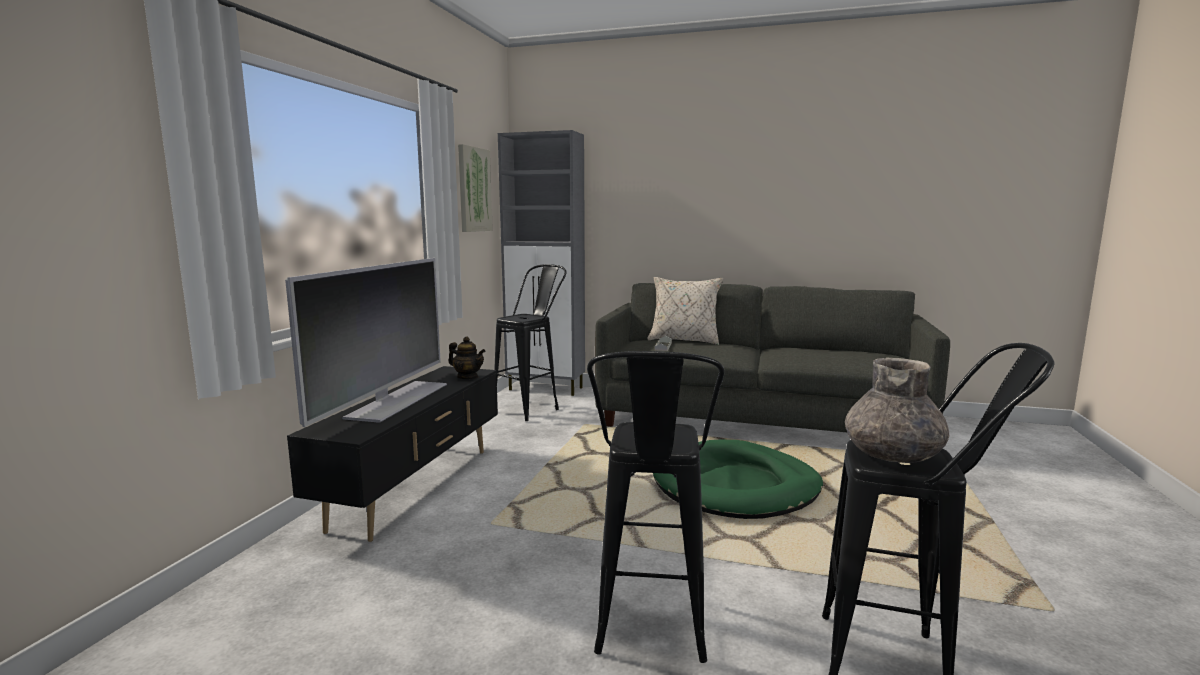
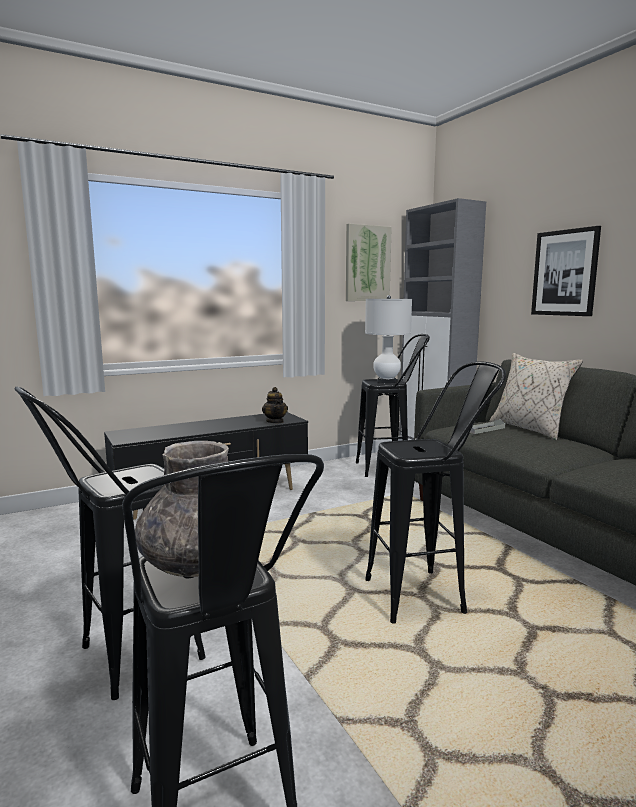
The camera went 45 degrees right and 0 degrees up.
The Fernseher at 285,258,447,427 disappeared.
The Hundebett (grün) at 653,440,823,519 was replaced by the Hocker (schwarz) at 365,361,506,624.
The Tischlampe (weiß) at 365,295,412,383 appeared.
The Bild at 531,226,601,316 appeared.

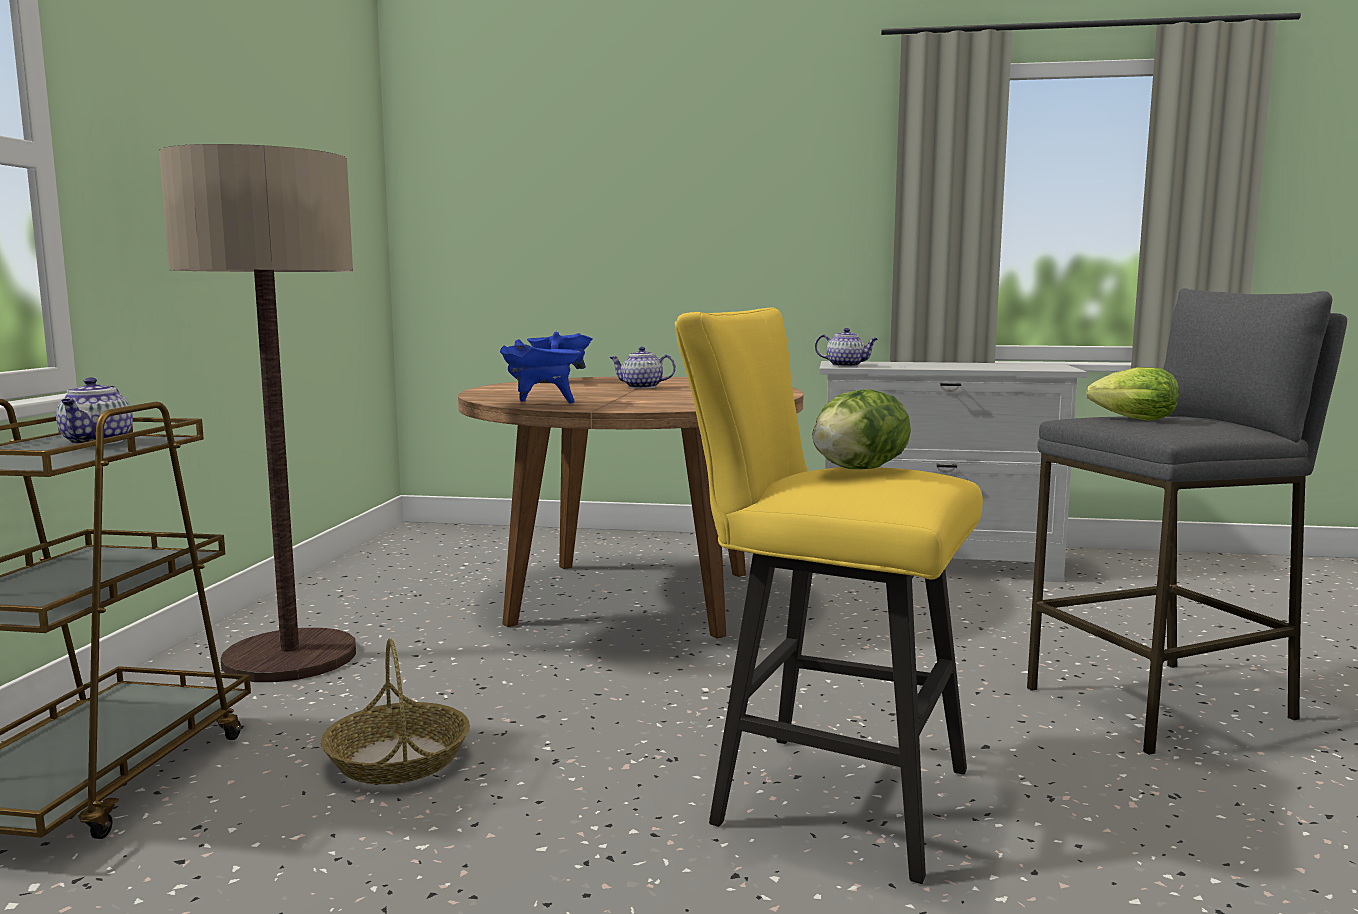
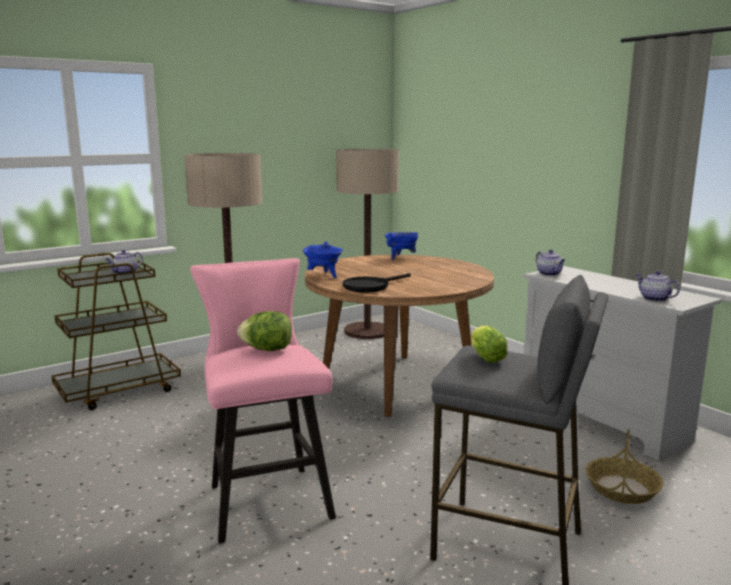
The camera went 45 degrees right and 5 degrees up.
The Korb moved from 321,638,470,784 to 586,429,664,504.
The Teekanne moved from 609,347,676,389 to 636,271,680,302.
The Hocker (gelb) at 675,307,983,884 became the Hocker (rosa) at 190,258,336,544.
The Stehlampe at 336,149,399,339 appeared.
The Pfanne (schwarz) at 343,273,411,293 appeared.

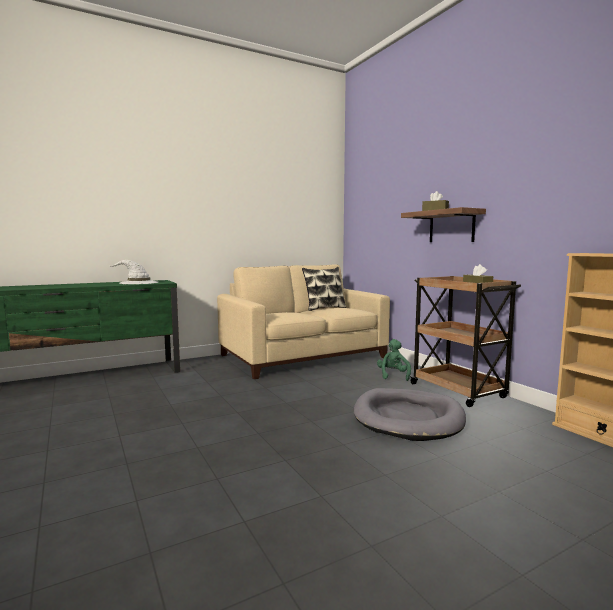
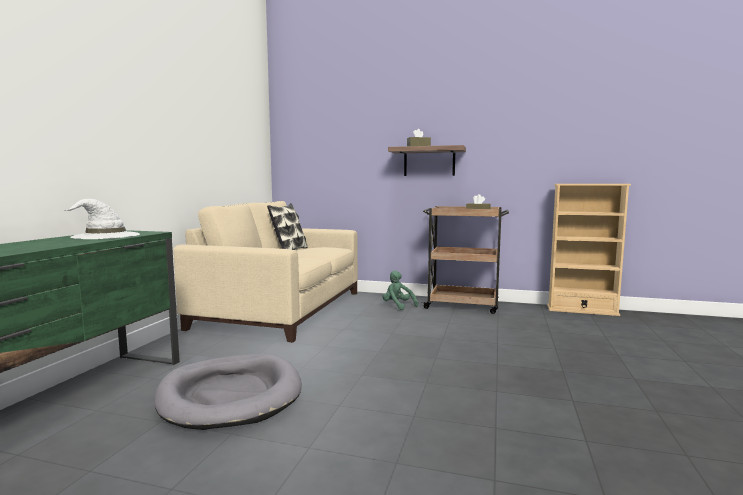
The camera went 45 degrees left and 0 degrees up.
The Hundebett (grau) moved from 354,388,466,441 to 154,354,302,430.

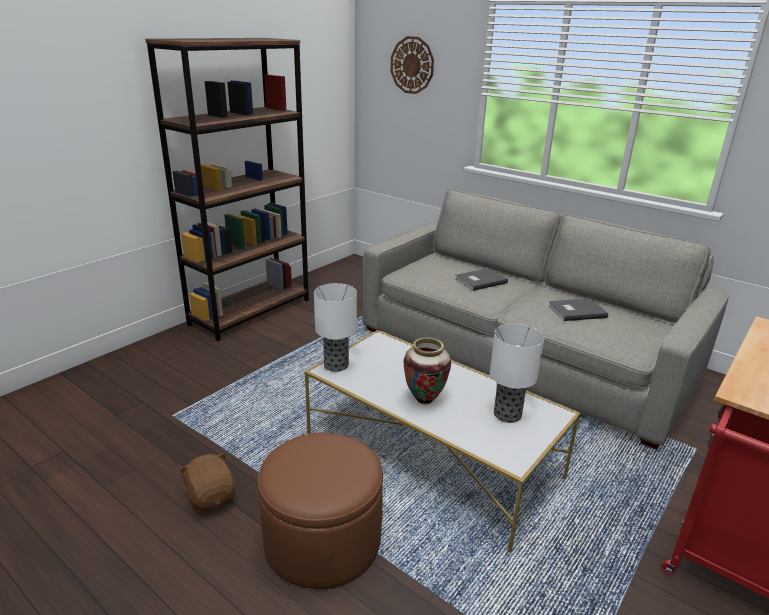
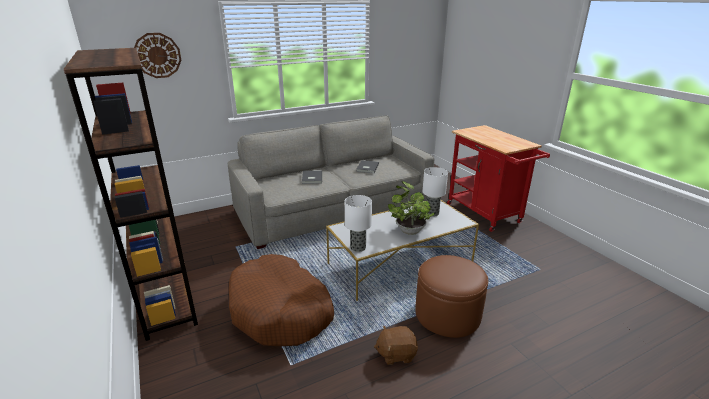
The camera went 65 degrees left and 0 degrees up.
The Vase at 403,337,451,405 was replaced by the Topfpflanze at 388,181,435,235.
The Hundebett (braun) at 229,254,334,346 appeared.

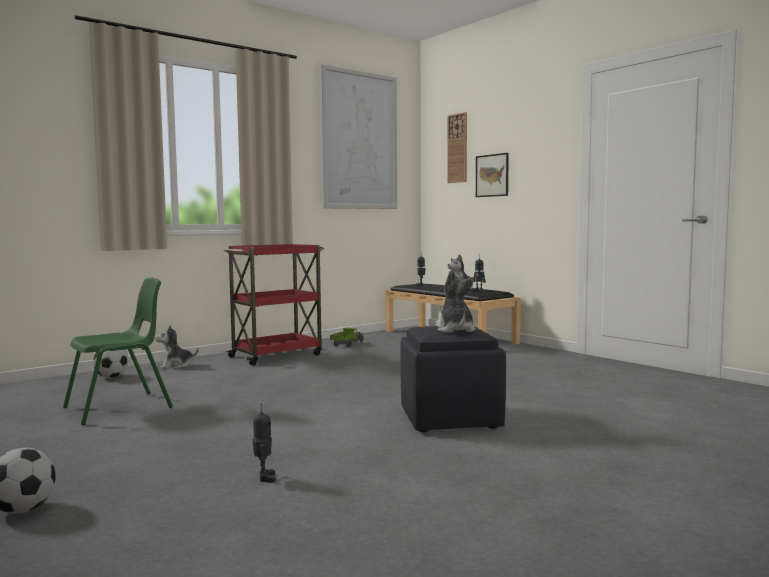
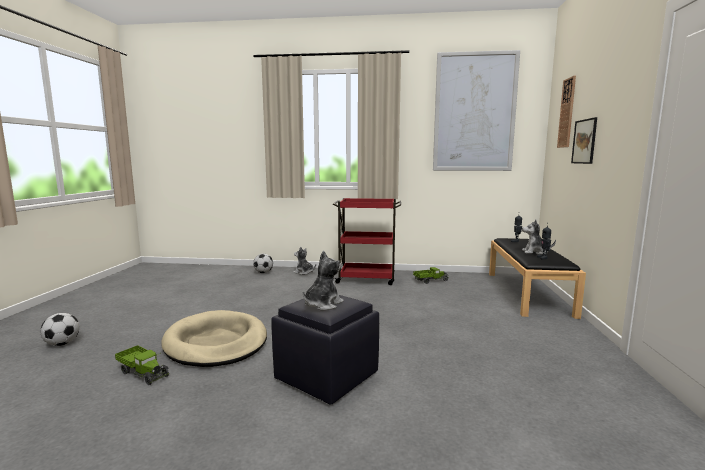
The camera went 45 degrees right and 5 degrees up.
The Stuhl (grün) at 63,278,173,425 disappeared.
The Spielzeugroboter at 252,404,276,483 was replaced by the Spielzeuglaster at 115,345,169,385.
The Hundebett (beige) at 161,310,267,367 appeared.

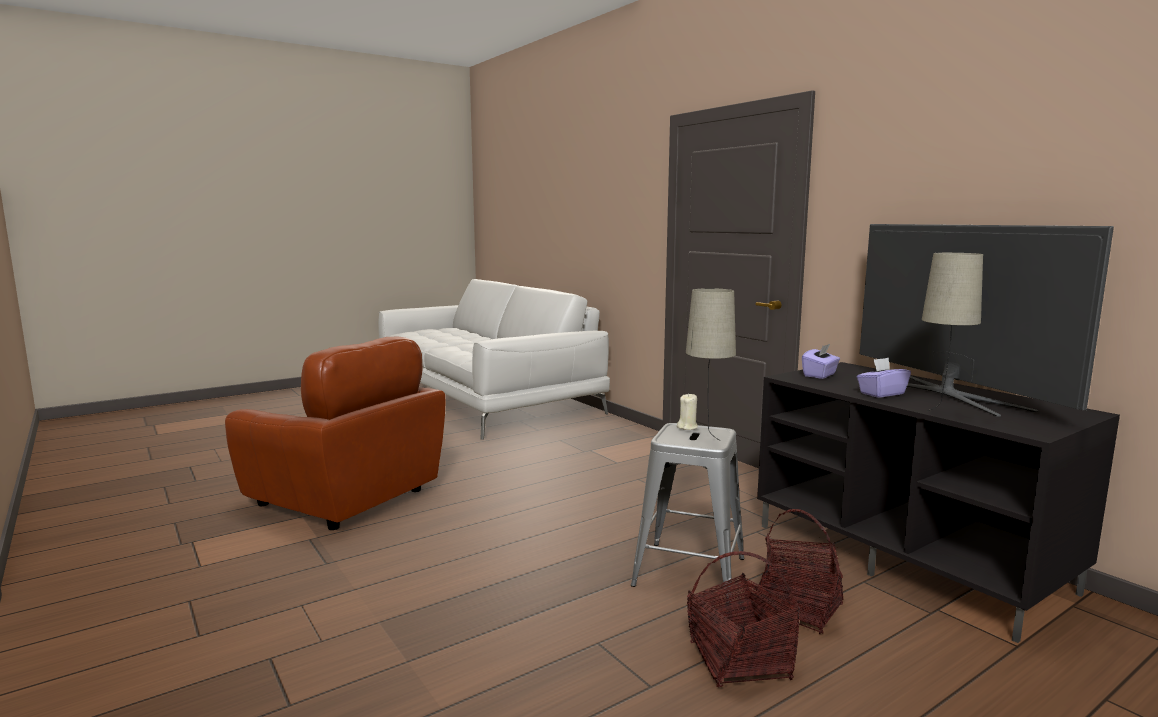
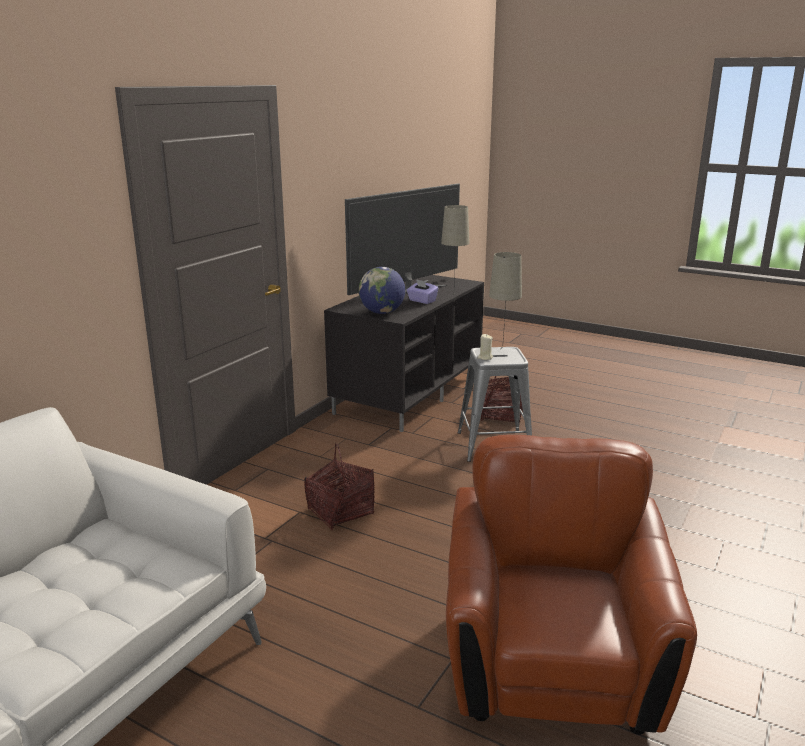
The camera went 115 degrees left and 10 degrees up.
The Korb moved from 687,551,800,688 to 304,443,375,530.
The Taschentuchbox (lila) at 802,344,840,379 was replaced by the Globus at 359,267,405,314.

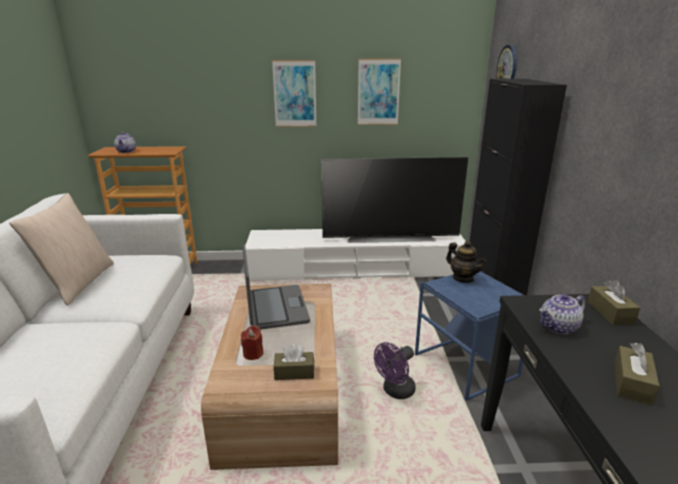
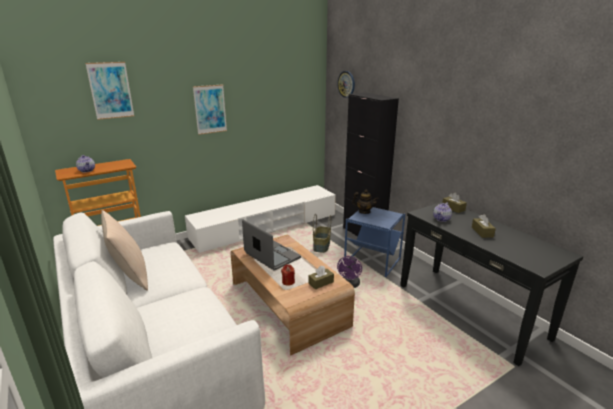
The camera went 30 degrees left and 0 degrees up.
The Fernseher at 321,157,468,243 disappeared.
The Bild moved from 358,58,401,125 to 85,62,134,120.
The Korb at 313,215,331,253 appeared.

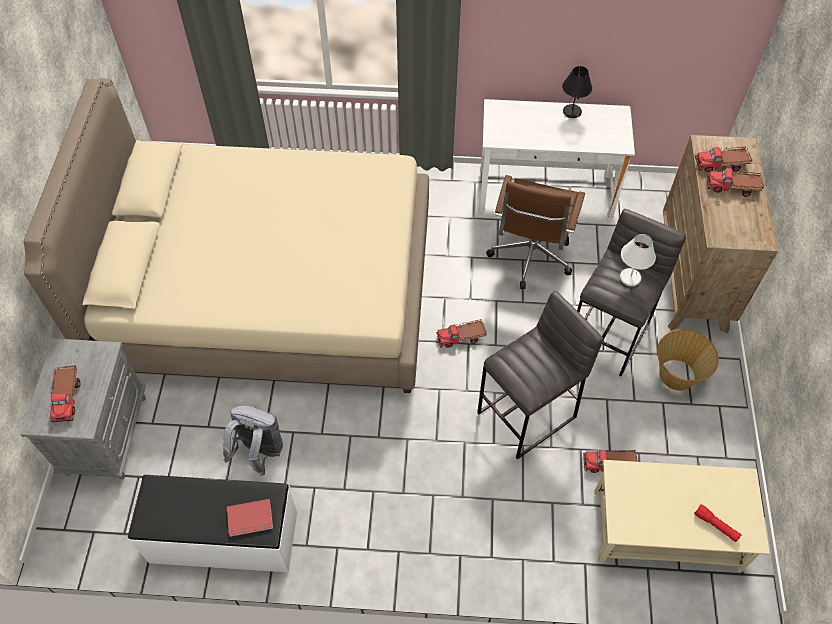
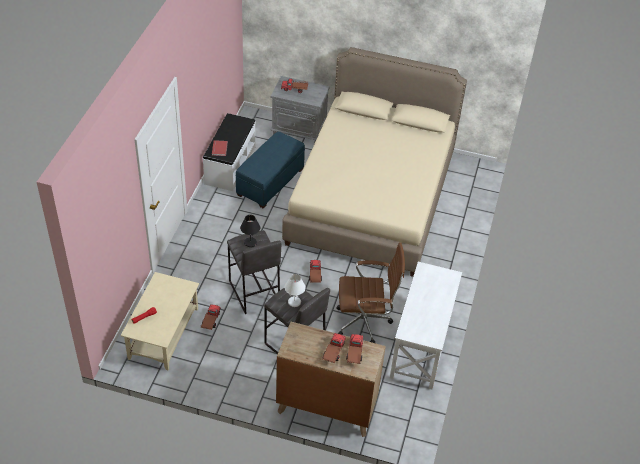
The camera went 100 degrees right and 10 degrees down.
The Rucksack (grau) at 223,406,283,476 was replaced by the Polsterhocker (blau) at 236,132,305,209.
The Bürostuhl (braun) at 486,175,585,289 turned 150 degrees clockwise.
The Tischlampe (schwarz) moved from 562,66,592,118 to 240,215,260,247.
The Korb at 657,329,719,391 disappeared.

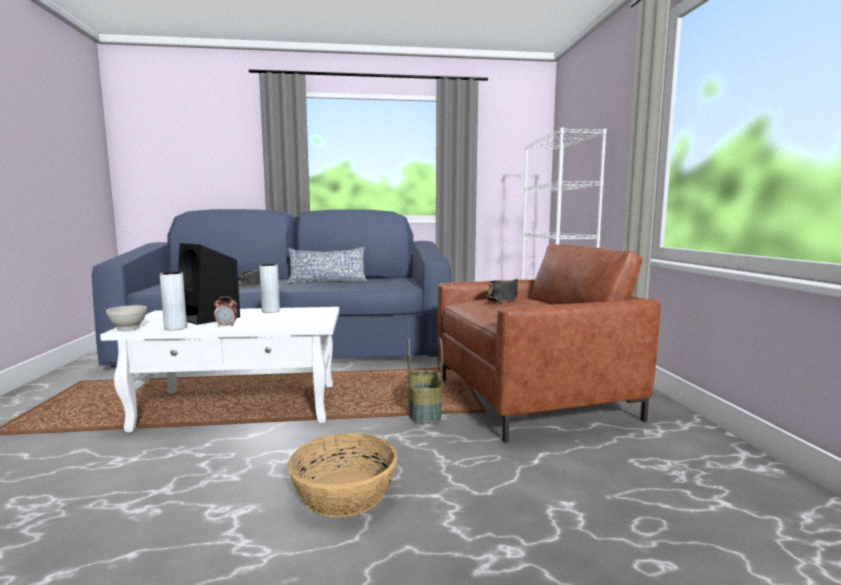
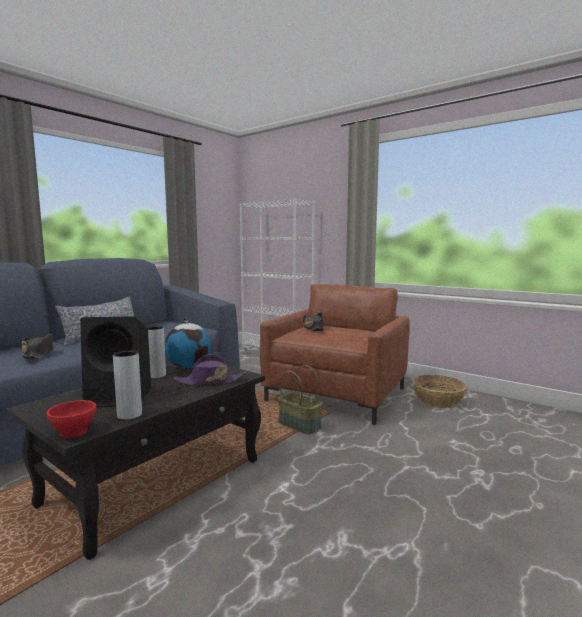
The camera went 45 degrees left and 0 degrees up.
The Couchtisch (weiß) at 100,307,339,432 became the Couchtisch (schwarz) at 7,364,265,560.
The Schüssel (weiß) at 106,305,147,331 became the Schüssel (rot) at 46,400,96,438.
The Wecker at 214,296,238,327 disappeared.
The Korb moved from 288,433,398,517 to 412,375,467,408.
The Globus at 165,317,211,368 appeared.
The Hut (lila) at 173,354,246,385 appeared.

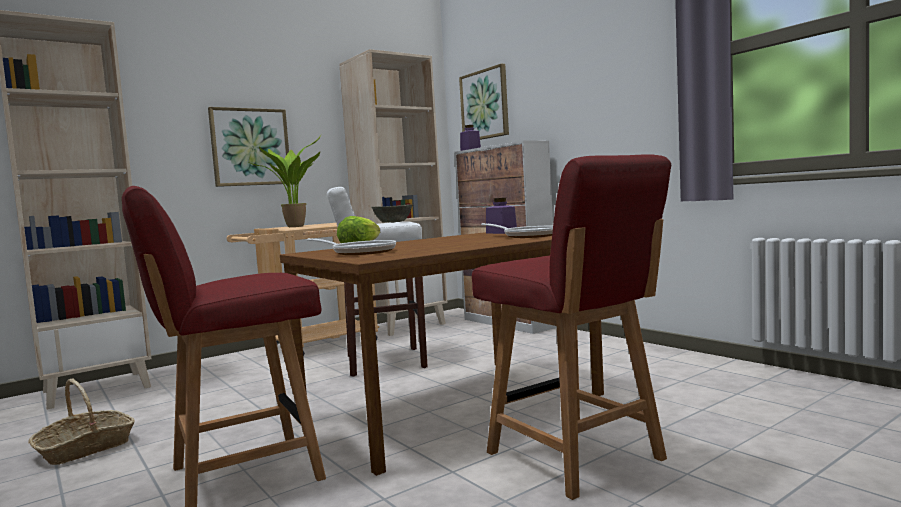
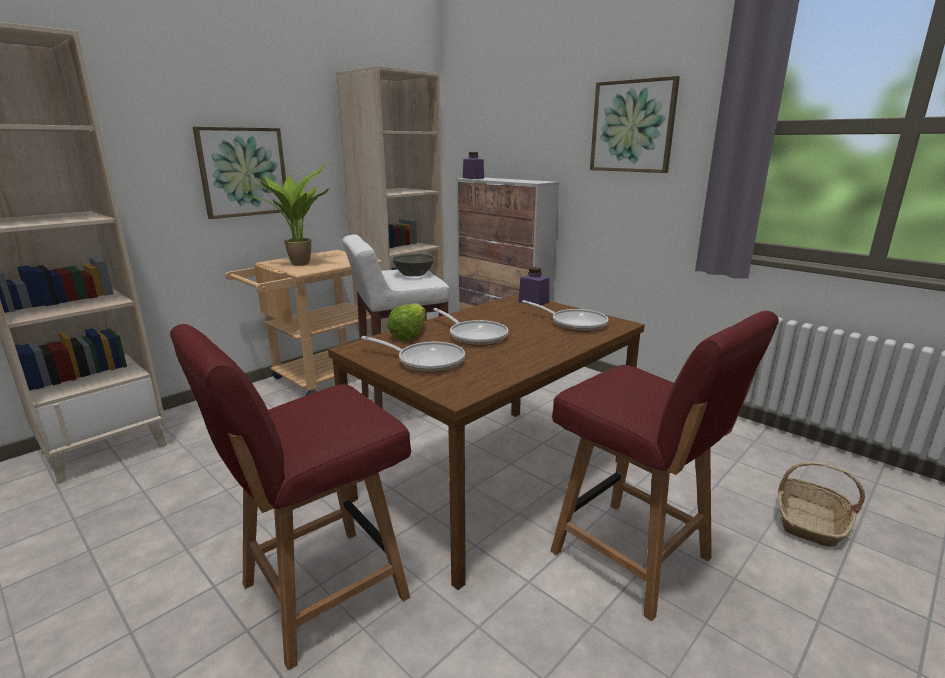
The camera went 10 degrees left and 15 degrees up.
The Korb moved from 28,378,135,465 to 778,461,865,547.
The Bild moved from 459,64,509,140 to 590,76,680,173.
The Pfanne at 433,308,509,346 appeared.

